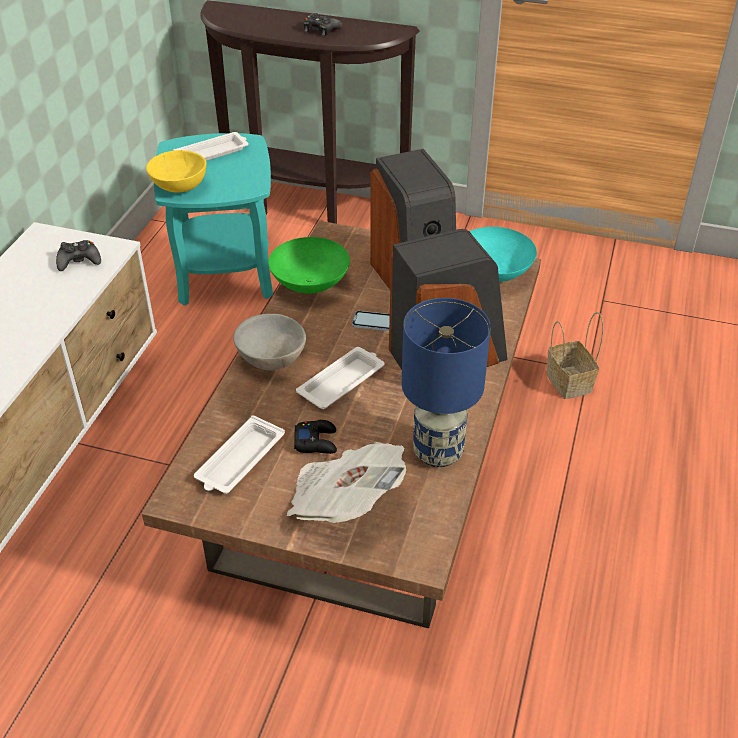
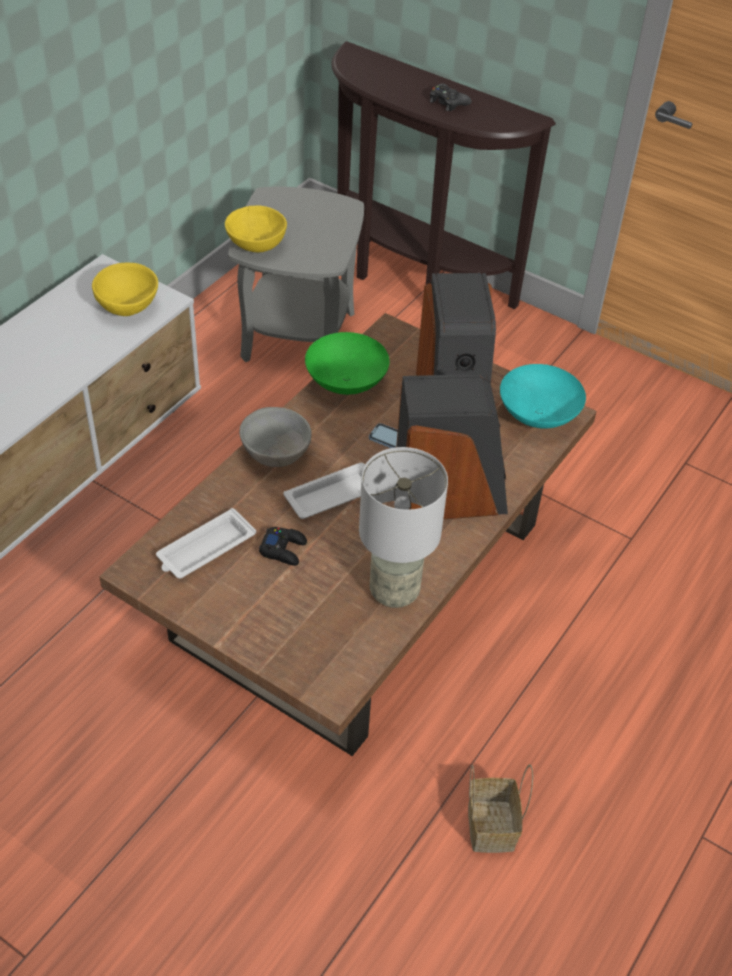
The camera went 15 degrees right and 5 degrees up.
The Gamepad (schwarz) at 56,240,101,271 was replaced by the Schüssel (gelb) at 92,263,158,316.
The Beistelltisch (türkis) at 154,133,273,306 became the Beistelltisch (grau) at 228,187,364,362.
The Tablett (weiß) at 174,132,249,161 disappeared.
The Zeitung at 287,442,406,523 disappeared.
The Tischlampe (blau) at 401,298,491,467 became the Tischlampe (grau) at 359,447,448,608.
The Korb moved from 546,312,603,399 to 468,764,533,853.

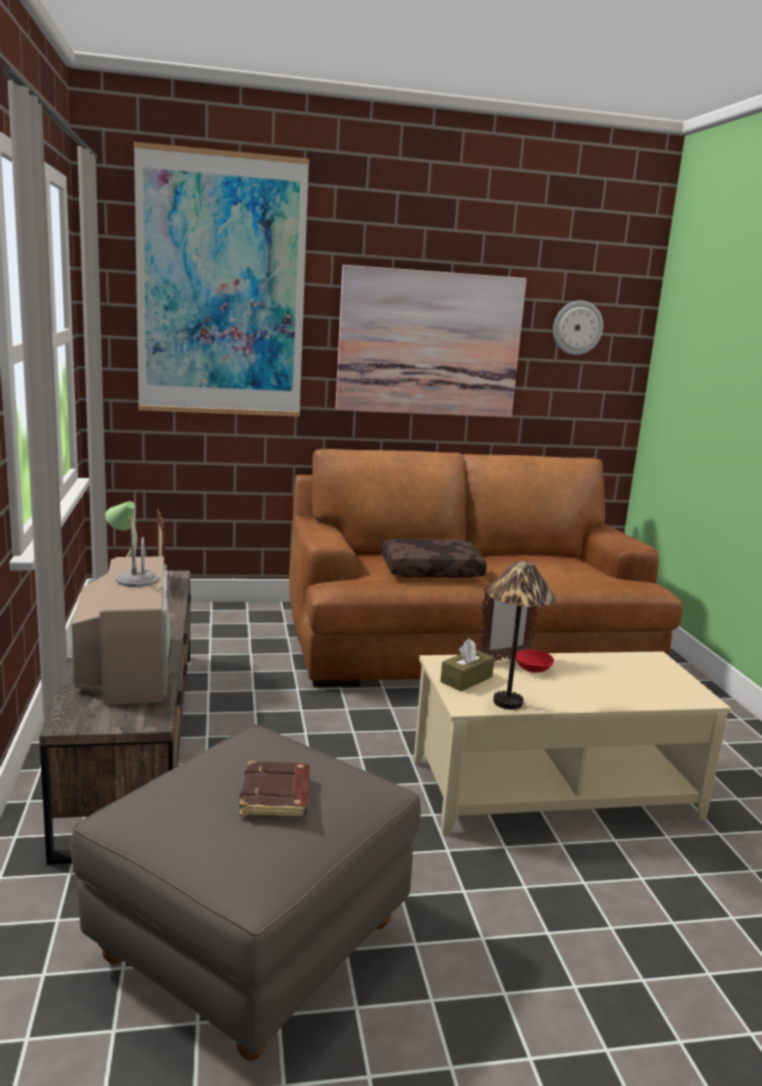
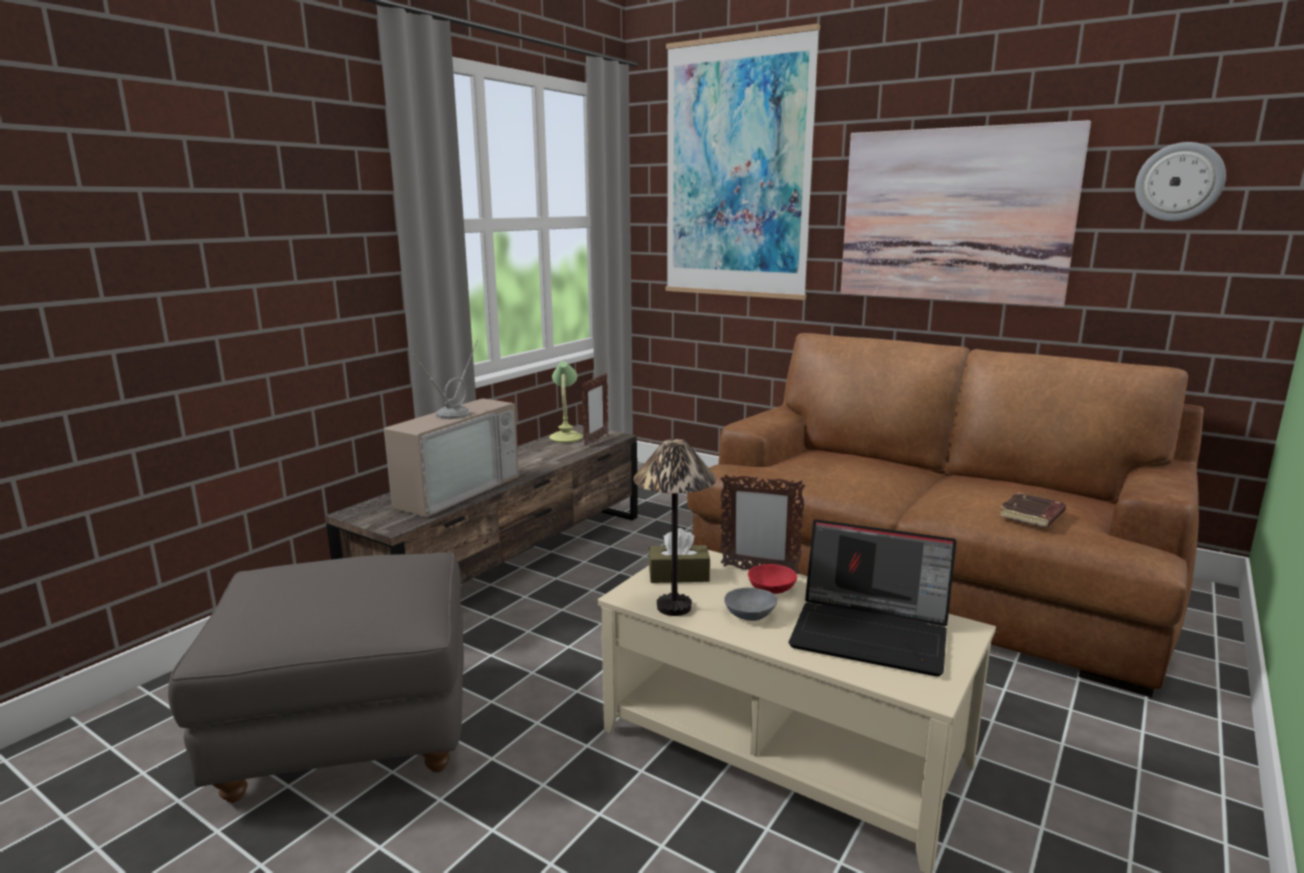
The camera went 45 degrees right and 0 degrees up.
The Buch (braun) moved from 239,761,310,818 to 999,492,1066,527.
The Kissen (braun) at 381,538,487,578 disappeared.
The Schüssel (grau) at 724,588,777,621 appeared.
The Laptop at 789,519,957,677 appeared.

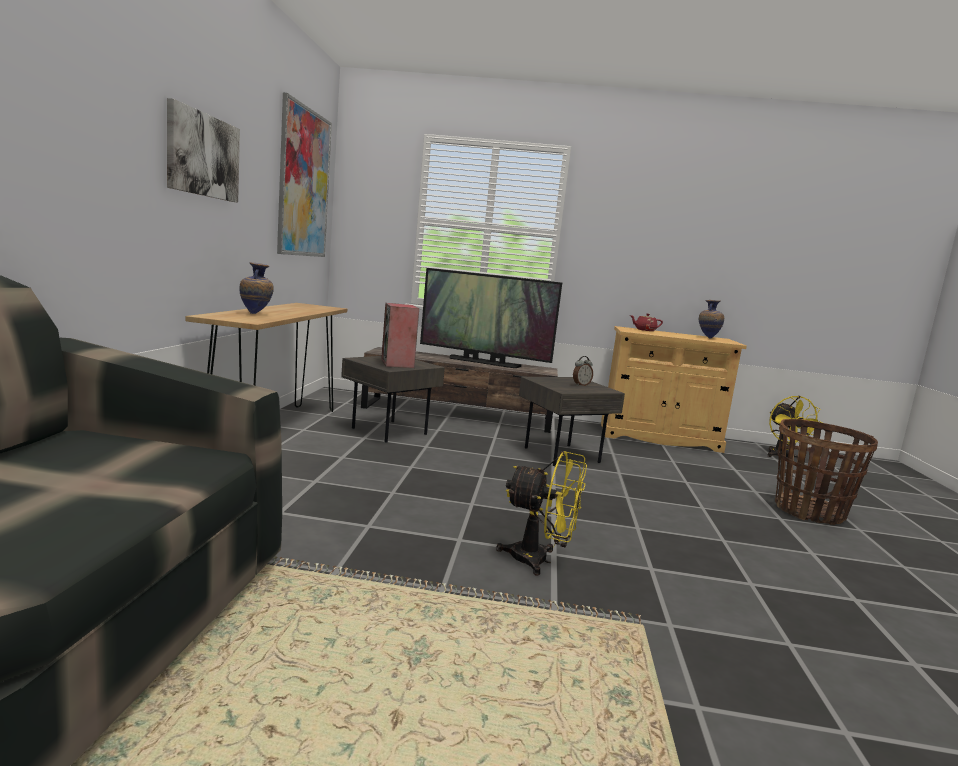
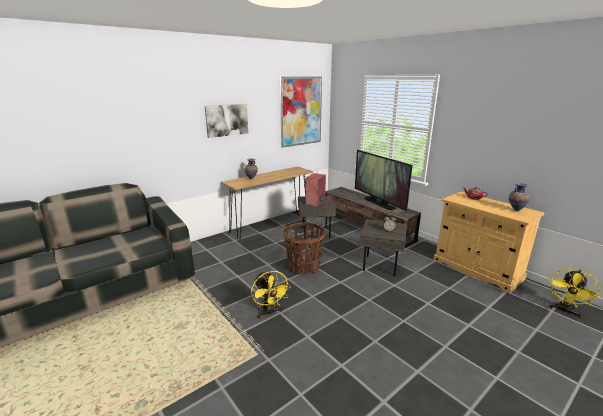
The camera went 45 degrees right and 10 degrees up.
The Korb moved from 775,419,878,525 to 283,222,325,275.

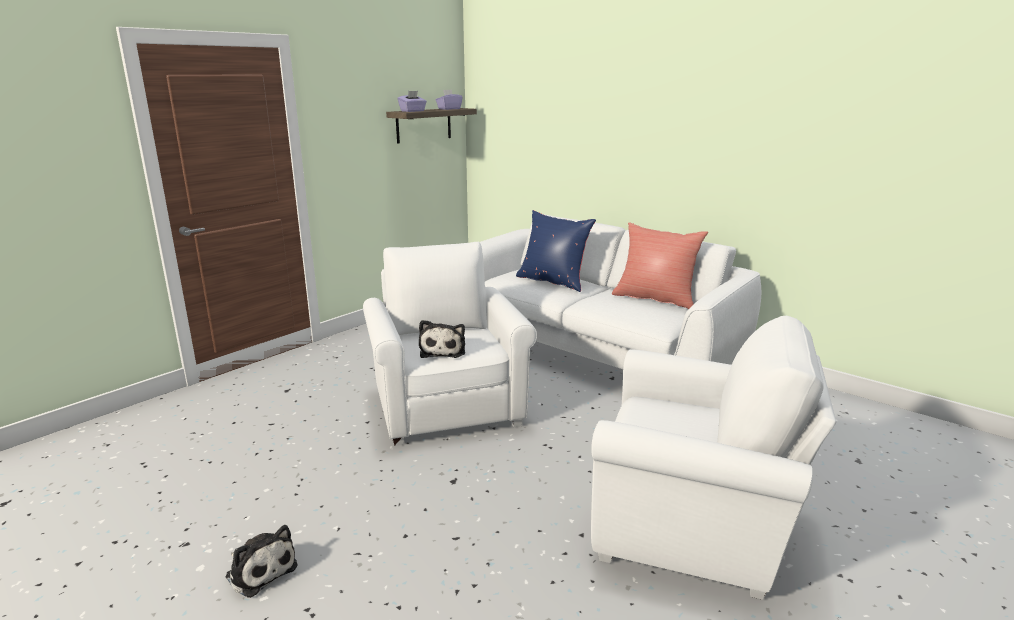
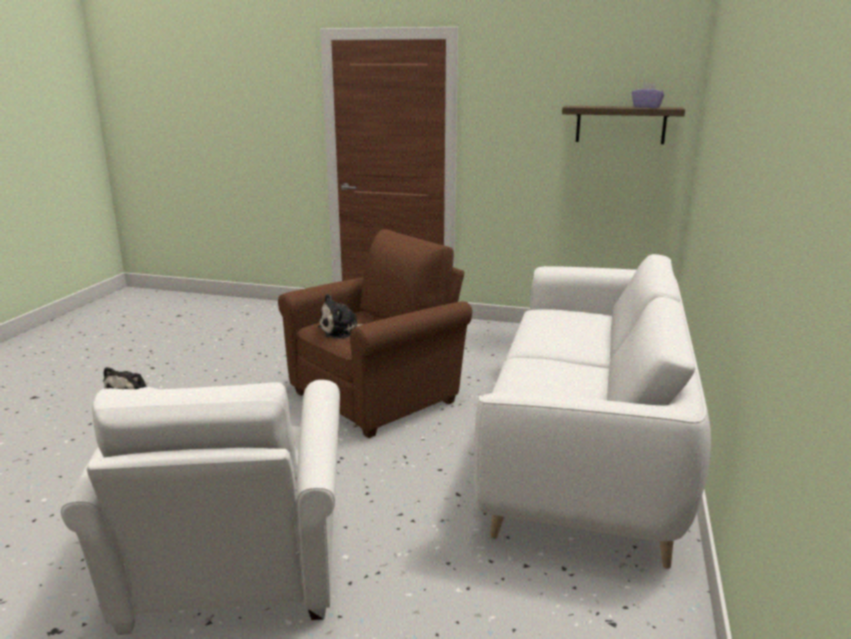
The camera went 65 degrees right and 0 degrees up.
The Sessel (weiß) at 363,242,537,446 became the Sessel (braun) at 278,229,472,438.
The Taschentuchbox (lila) at 398,91,427,112 disappeared.
The Kissen (blau) at 516,210,596,292 disappeared.
The Kissen (rot) at 612,222,708,309 disappeared.

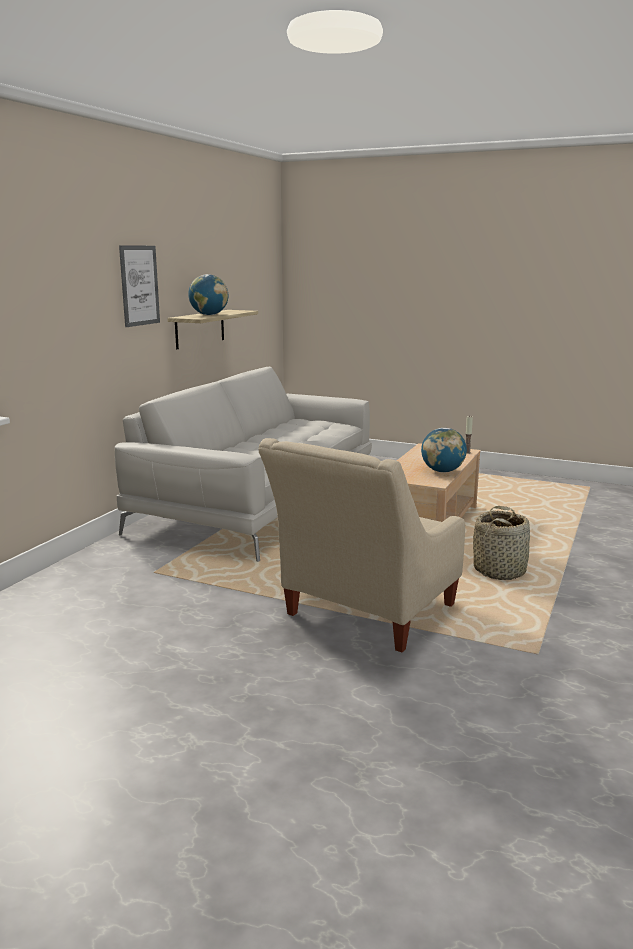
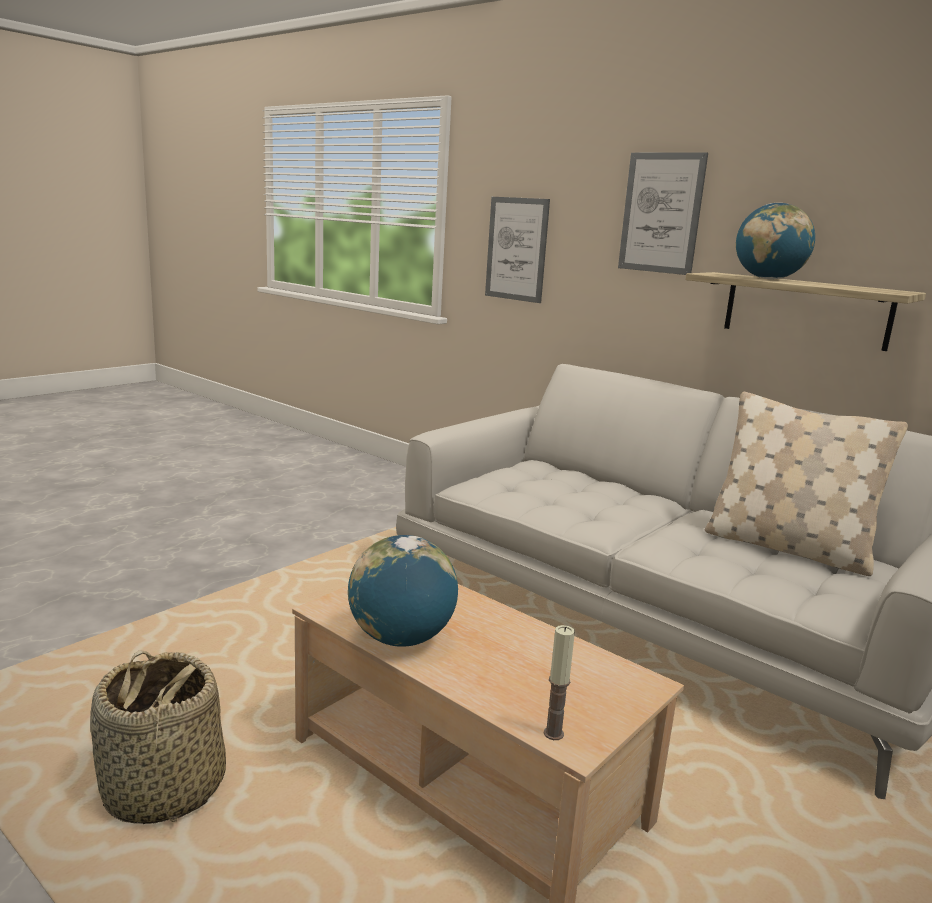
The camera went 105 degrees right and 0 degrees up.
The Sessel (beige) at 258,438,465,653 disappeared.
The Bild at 485,197,550,303 appeared.
The Kissen (beige) at 705,392,908,576 appeared.

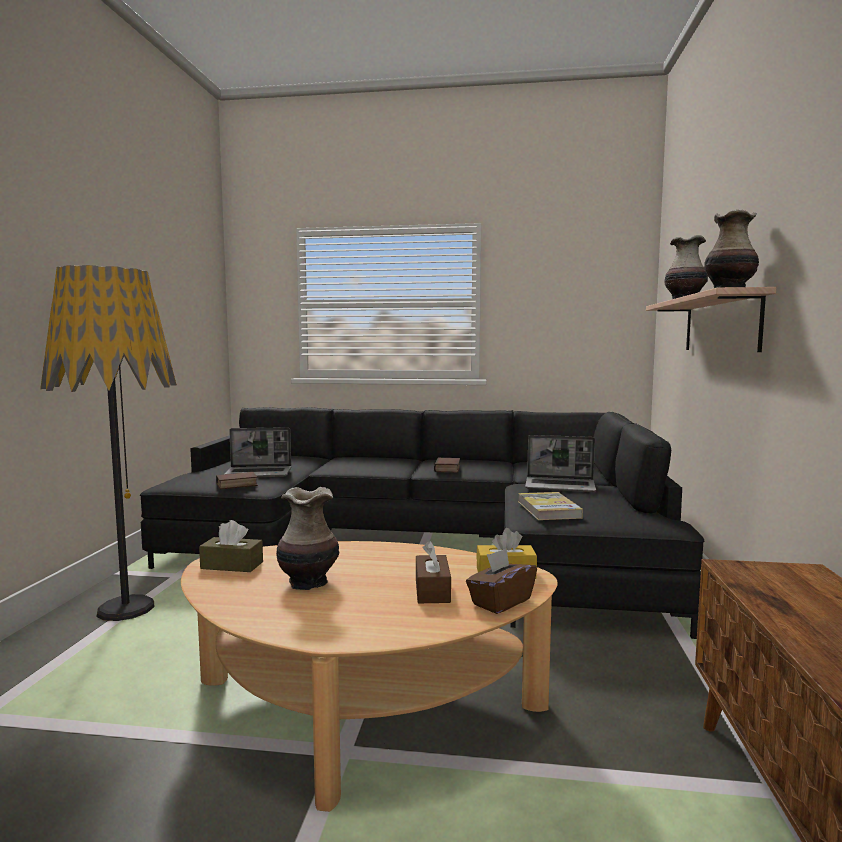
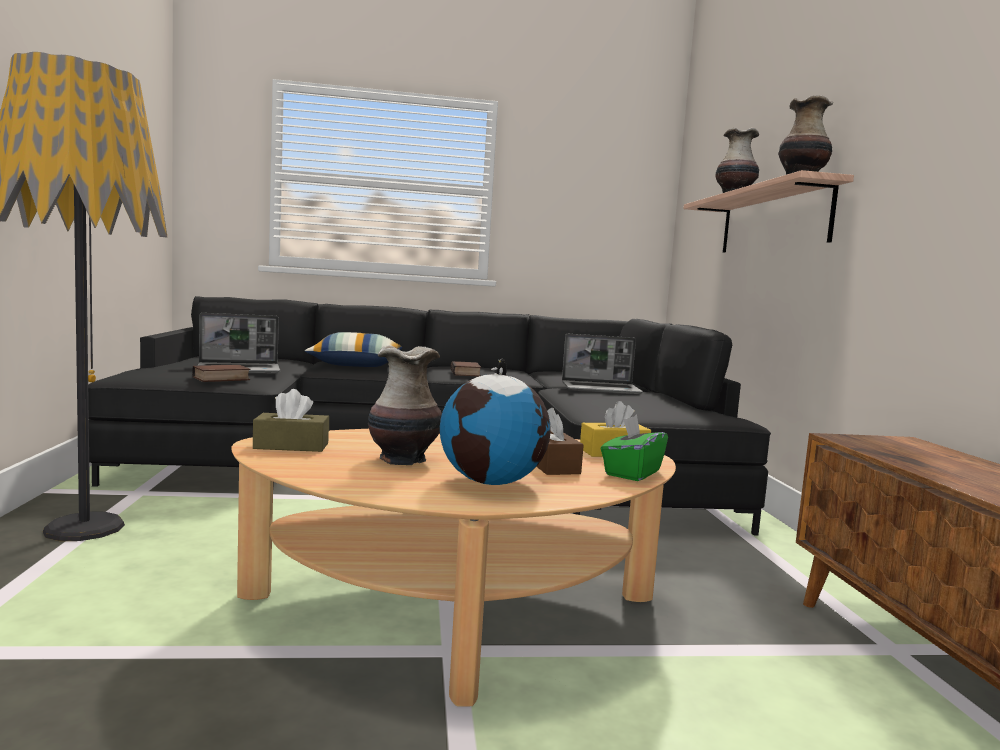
The camera went 15 degrees left and 0 degrees up.
The Taschentuchbox (braun) at 466,548,537,614 became the Taschentuchbox (grün) at 601,415,668,481.
The Buch at 518,492,583,520 disappeared.
The Kissen at 305,332,402,367 appeared.
The Globus at 440,359,551,485 appeared.

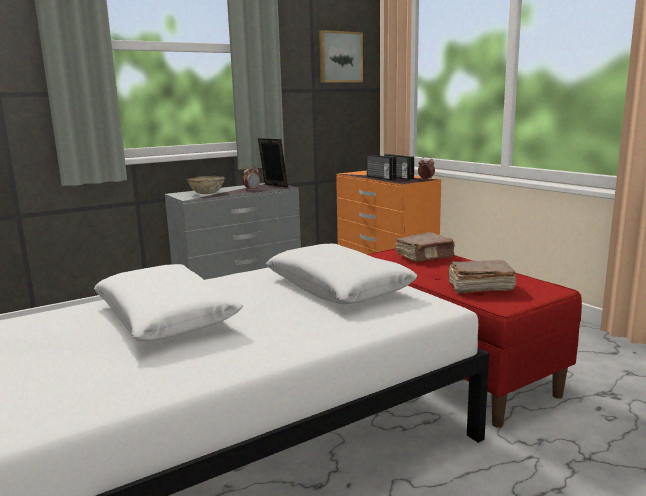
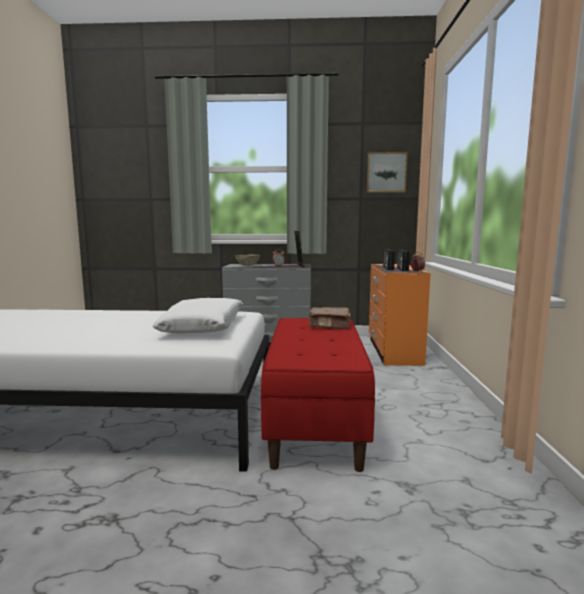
The camera went 35 degrees right and 5 degrees down.
The Kissen (weiß) at 94,264,243,342 disappeared.
The Buch (braun) at 448,260,517,294 disappeared.

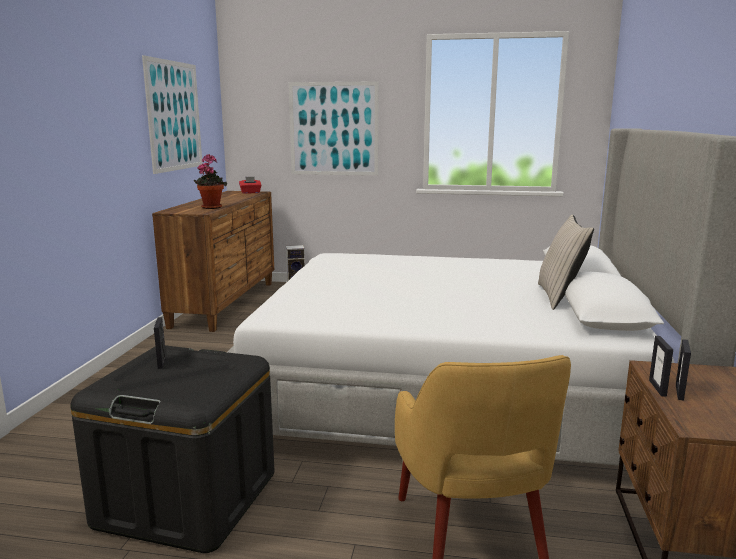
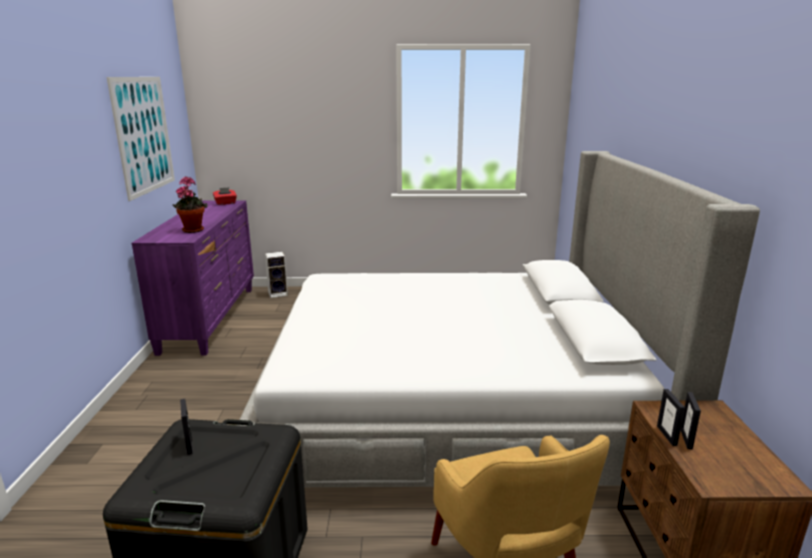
The camera went 10 degrees left and 5 degrees up.
The Kommode (braun) at 152,191,274,332 became the Kommode (lila) at 132,200,254,356.
The Bild at 289,81,379,176 disappeared.
The Kissen (beige) at 538,214,594,310 disappeared.

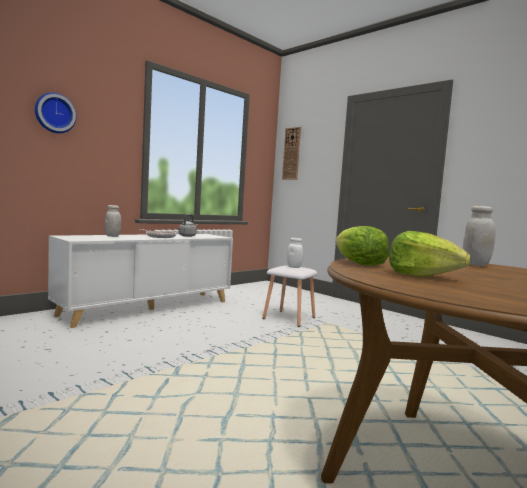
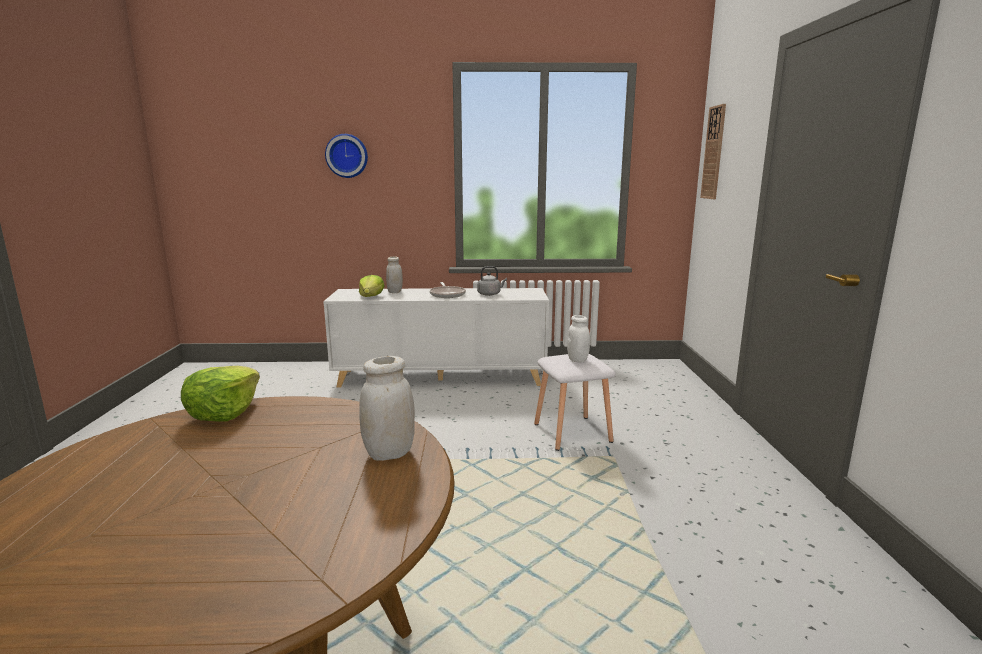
The camera went 45 degrees right and 10 degrees up.
The Salatkopf moved from 389,231,470,277 to 359,275,385,297.

